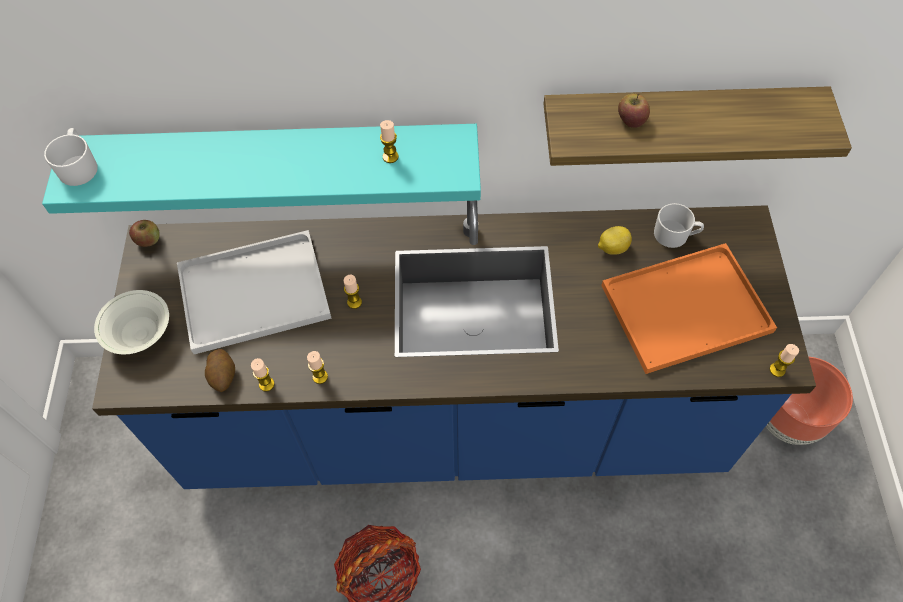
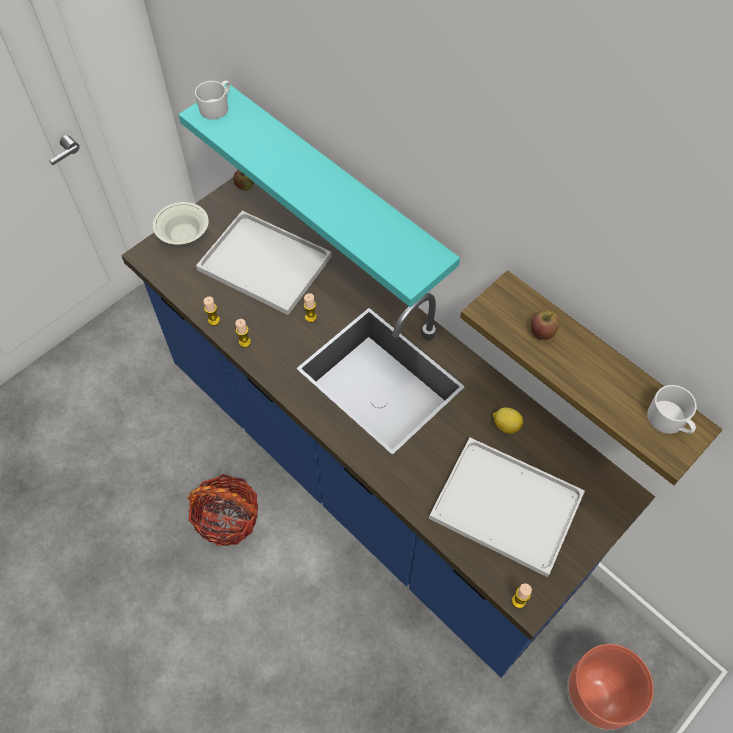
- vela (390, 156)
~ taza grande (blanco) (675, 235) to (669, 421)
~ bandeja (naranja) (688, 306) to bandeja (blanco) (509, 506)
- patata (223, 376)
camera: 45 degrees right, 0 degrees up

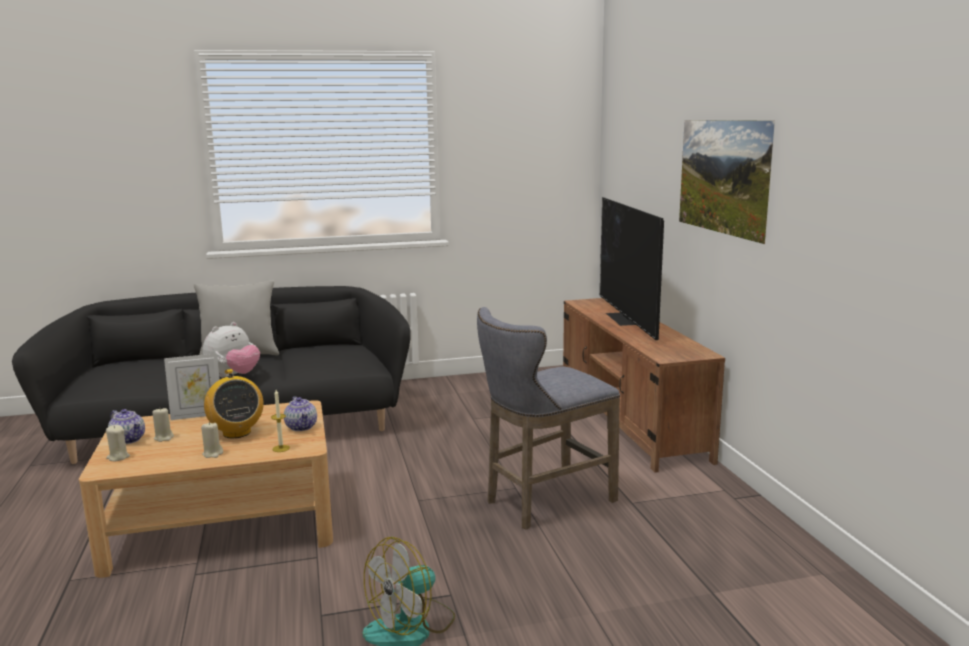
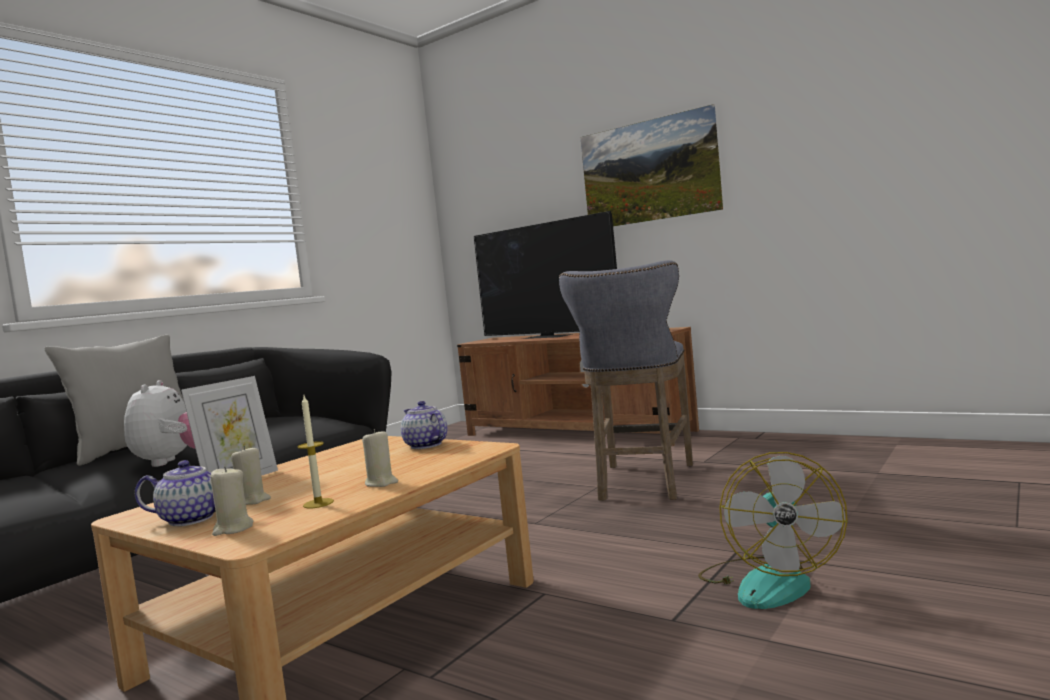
- radio (236, 432)
~ vela (281, 448) to (318, 503)
~ tetera (302, 427) = (425, 445) 150 degrees counterclockwise
camera: 40 degrees left, 10 degrees down

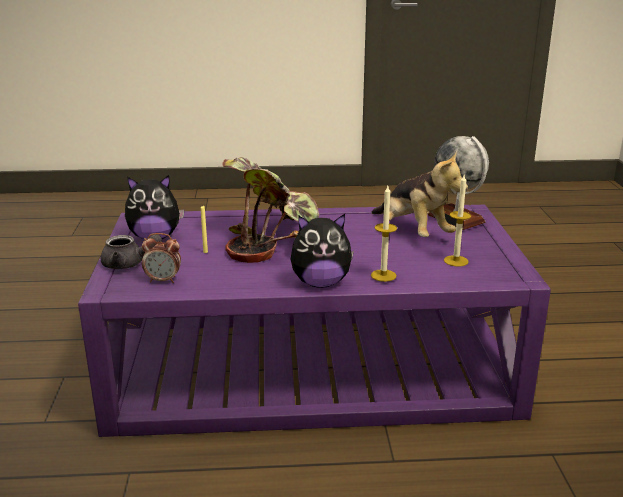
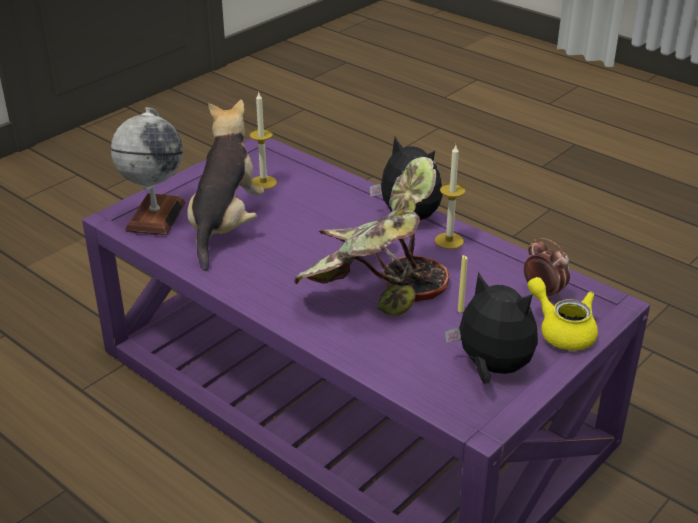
~ vela (383, 275) to (449, 241)
~ tetera (gris) (129, 264) to tetera (amarillo) (562, 331)
camera: 135 degrees left, 10 degrees up

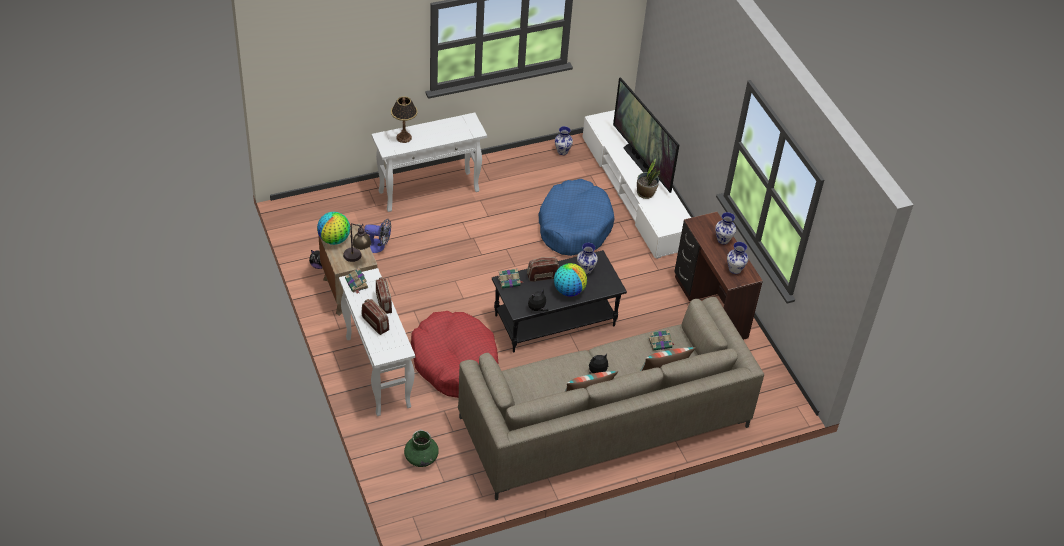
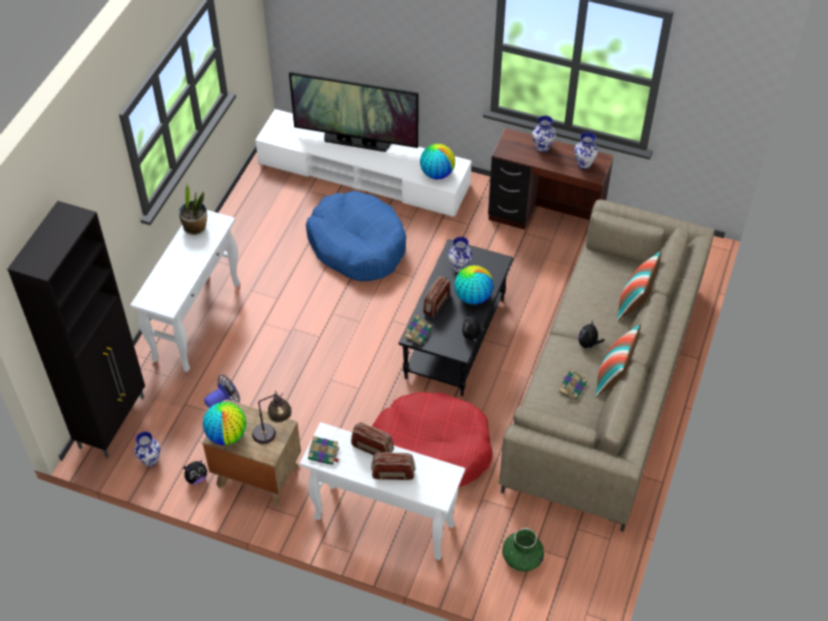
- lámpara de mesa (404, 137)
~ florero (563, 151) to (150, 459)
~ planta en maceta (646, 193) to (195, 227)
~ libro (660, 343) to (572, 387)
+ globo terráqueo (437, 173)
+ armario (negro) (113, 421)
camera: 45 degrees left, 5 degrees up

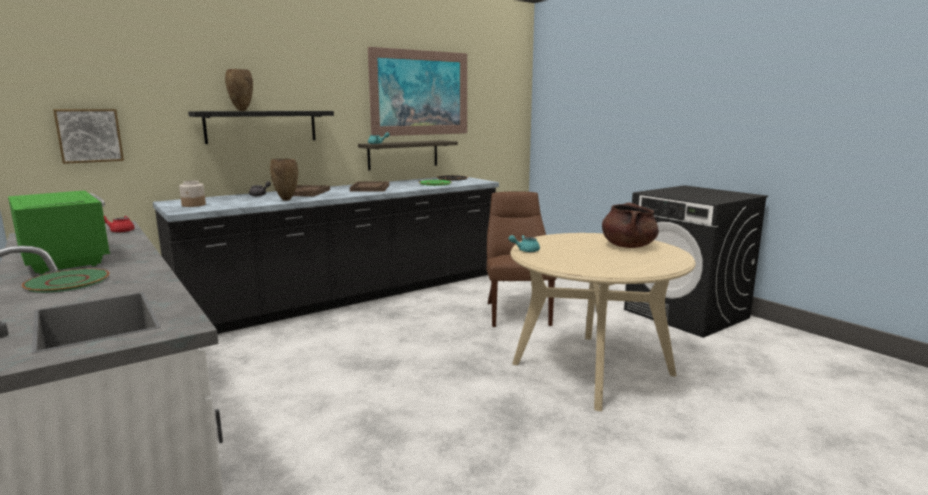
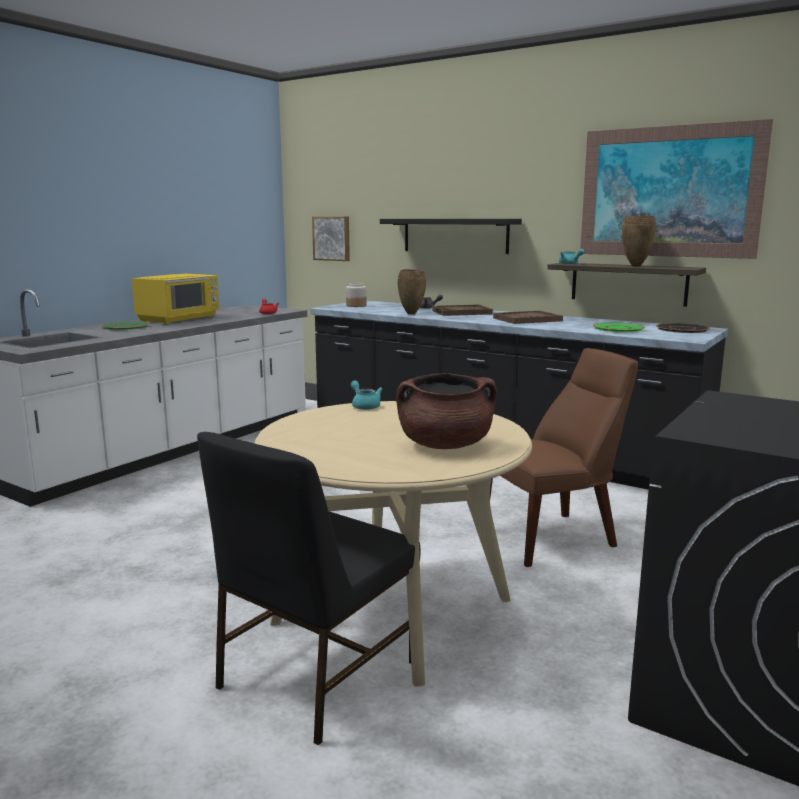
~ florero (marrón) (241, 111) to (635, 266)
~ microondas (verde) (65, 259) to microondas (amarillo) (180, 319)
+ silla (negro) (314, 676)
camera: 70 degrees right, 0 degrees up

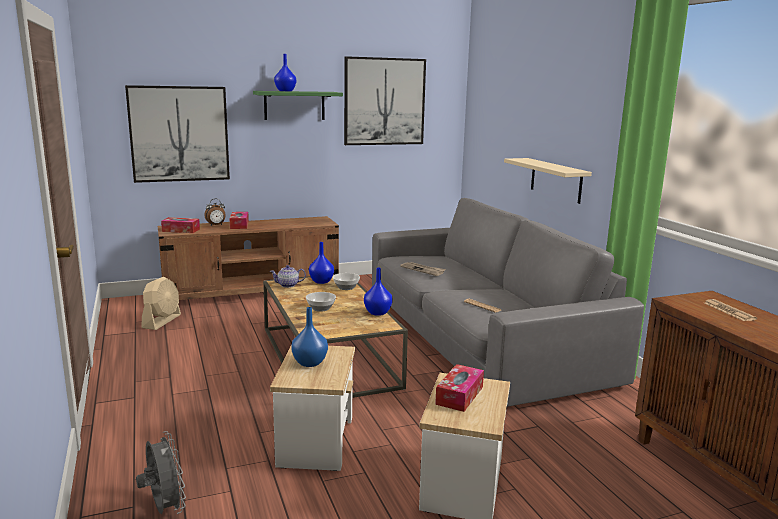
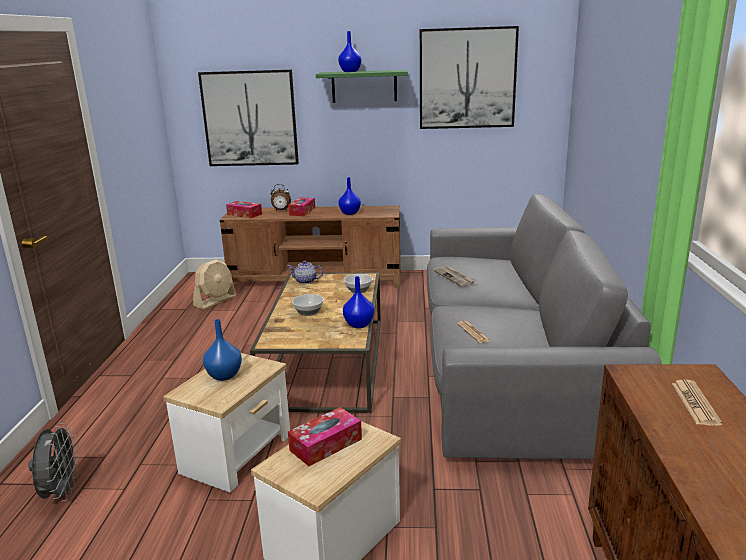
- estante (beis) (556, 180)
~ florero (azul) (321, 281) to (349, 213)
camera: 25 degrees right, 5 degrees up

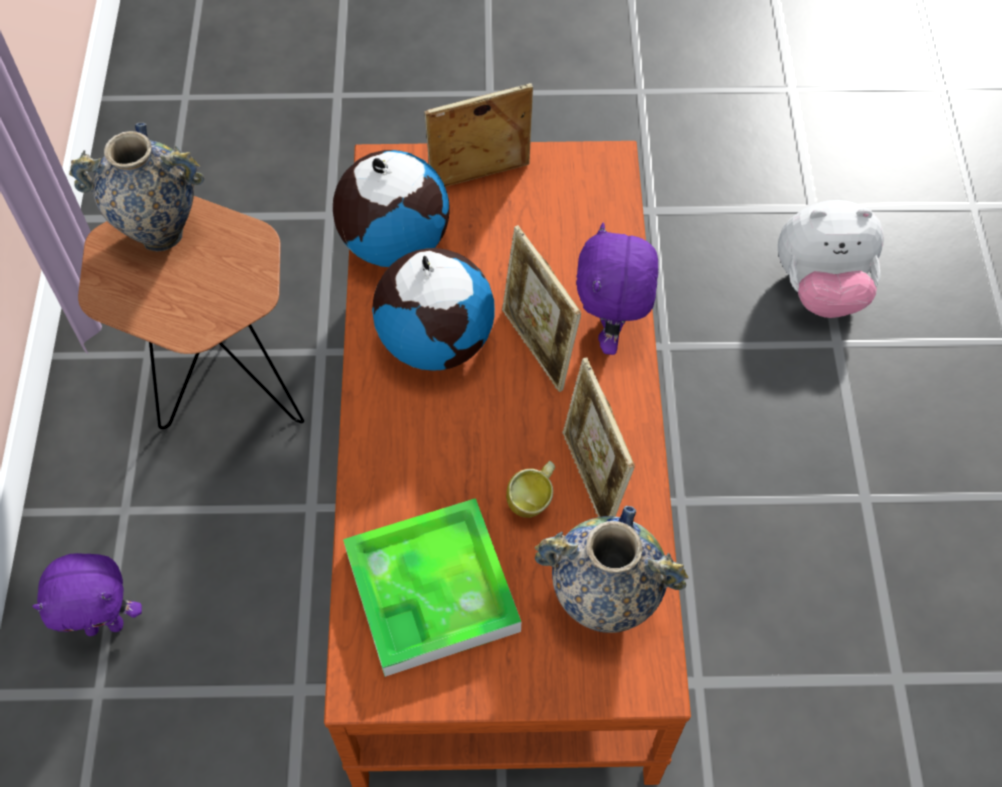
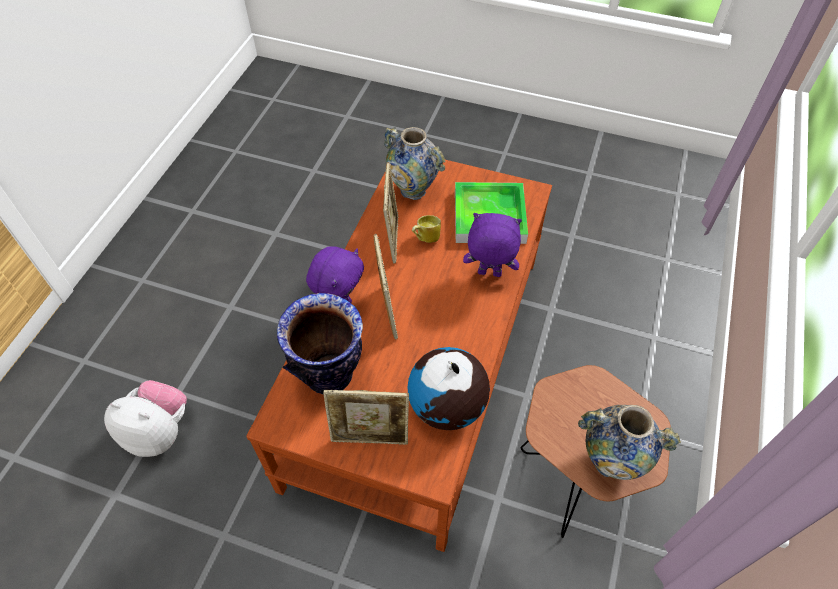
- globo terráqueo (436, 341)
~ peluche (morado) (105, 624) to (488, 274)
+ florero (330, 375)
camera: 160 degrees left, 5 degrees down

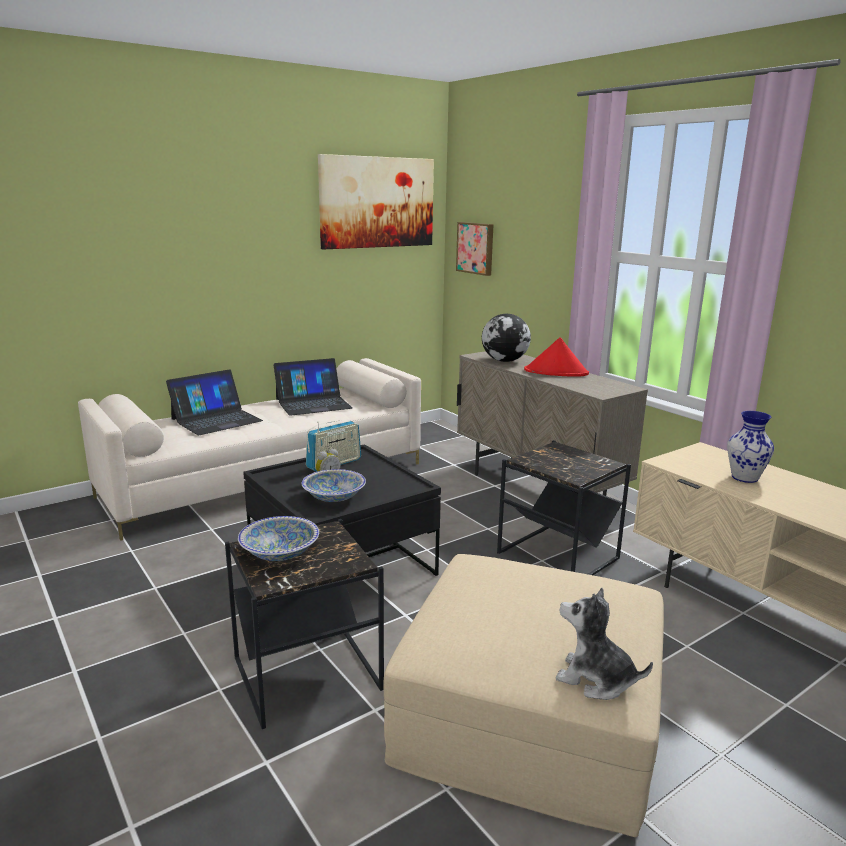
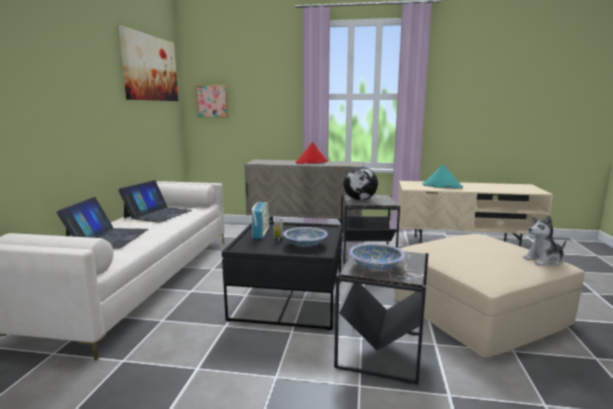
~ globo terráqueo (505, 361) to (360, 200)
~ florero (744, 477) to sombrero (turquesa) (442, 186)
camera: 45 degrees left, 5 degrees down

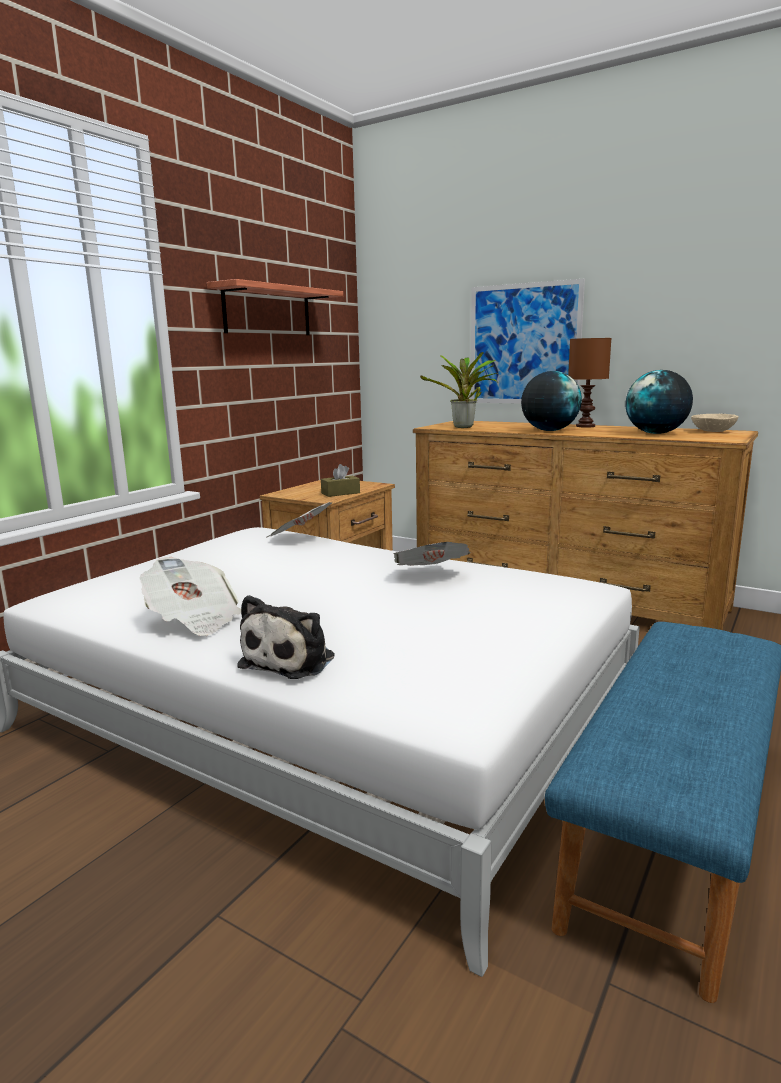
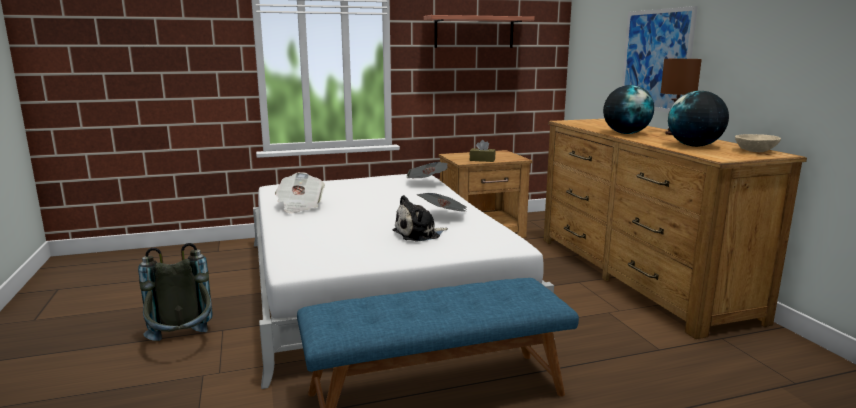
- planta en maceta (464, 427)
~ peluche (292, 660) to (419, 234)
+ mochila (gris) (182, 344)
camera: 40 degrees right, 0 degrees up

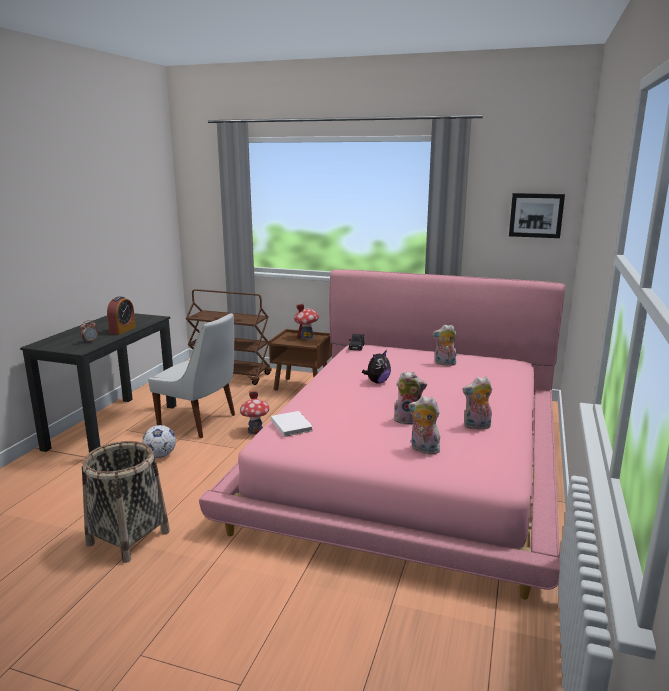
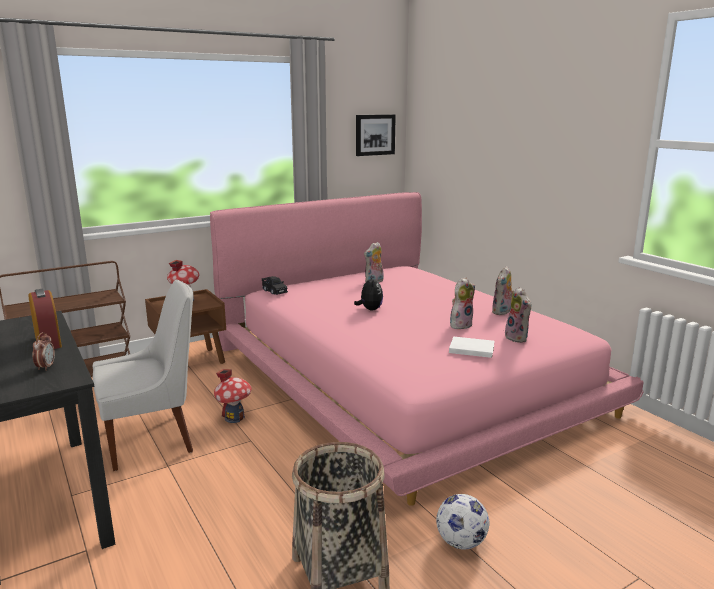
~ peluche (423, 449) = (518, 338) 90 degrees counterclockwise
~ libro (blanco) (291, 425) to (470, 348)
~ balón de fútbol (160, 455) to (461, 542)
camera: 50 degrees left, 0 degrees up

